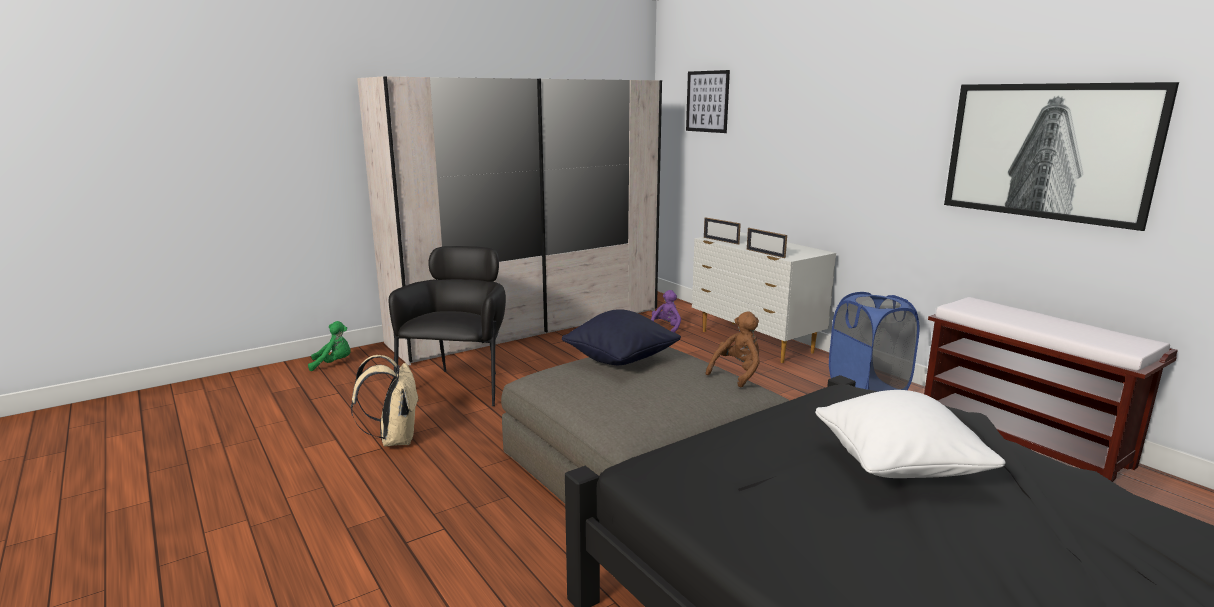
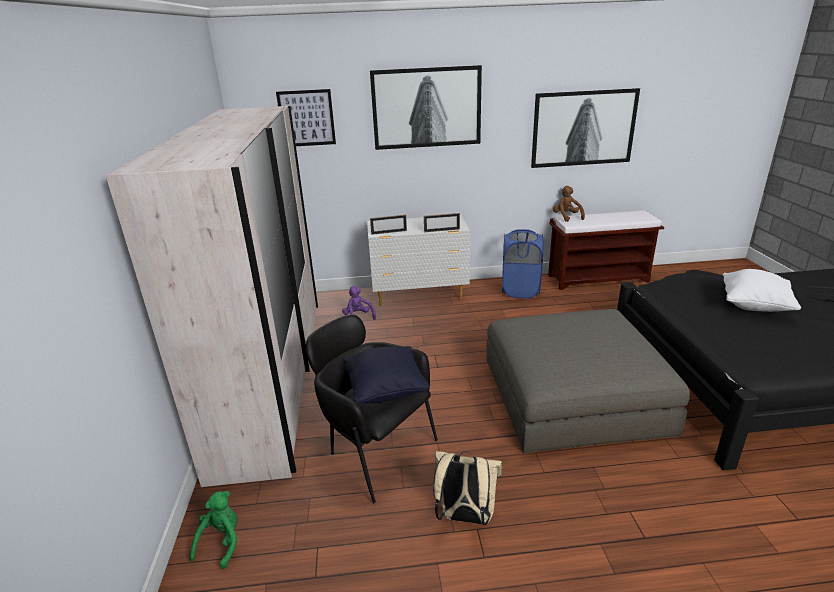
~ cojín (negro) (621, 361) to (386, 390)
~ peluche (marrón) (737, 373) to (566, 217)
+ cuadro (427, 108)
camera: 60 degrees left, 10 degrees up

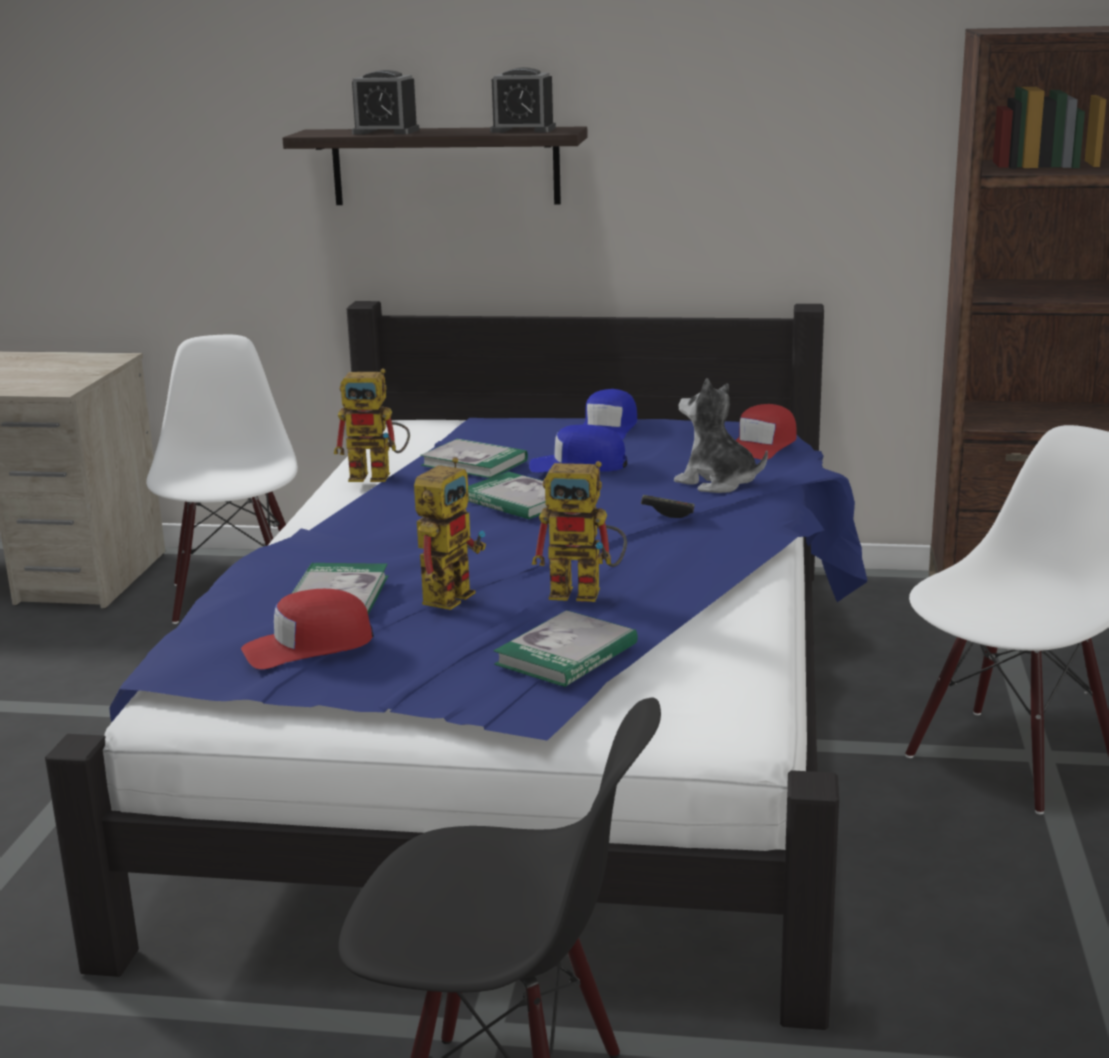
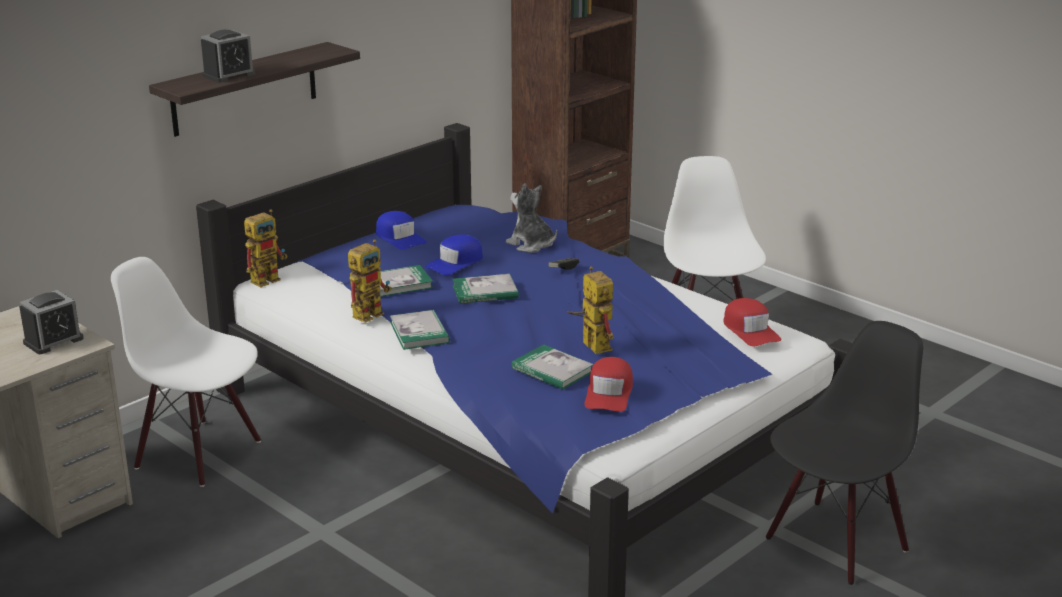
~ despertador (523, 130) to (53, 341)
~ peluche (717, 483) = (531, 245) 60 degrees clockwise
~ gorra (rojo) (762, 445) to (750, 330)
~ robot de juguete (587, 592) to (269, 278)
~ libro (566, 654) to (419, 332)
camera: 55 degrees left, 5 degrees up

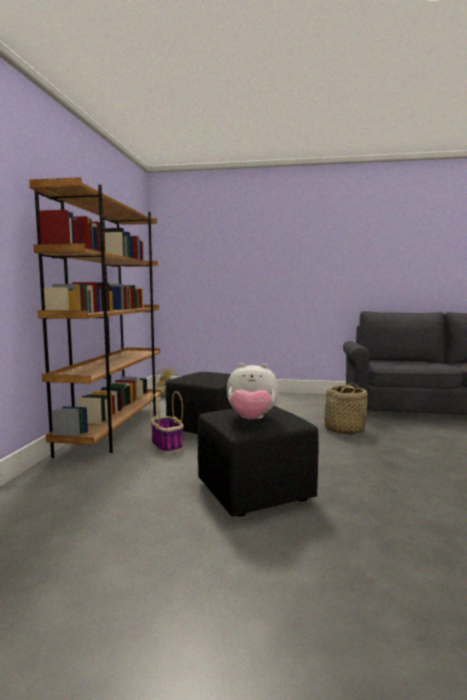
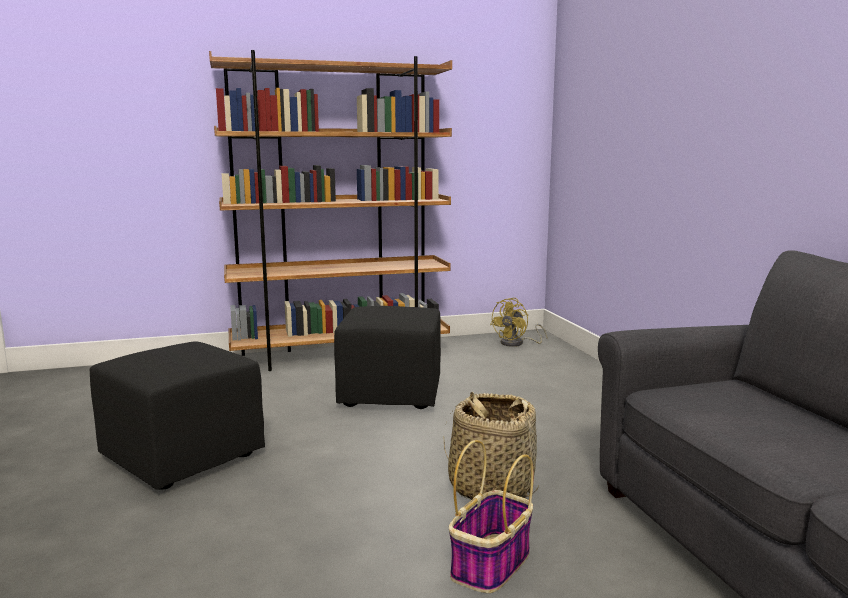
- peluche (251, 419)
~ cesta (167, 445) to (490, 565)
camera: 65 degrees right, 5 degrees up

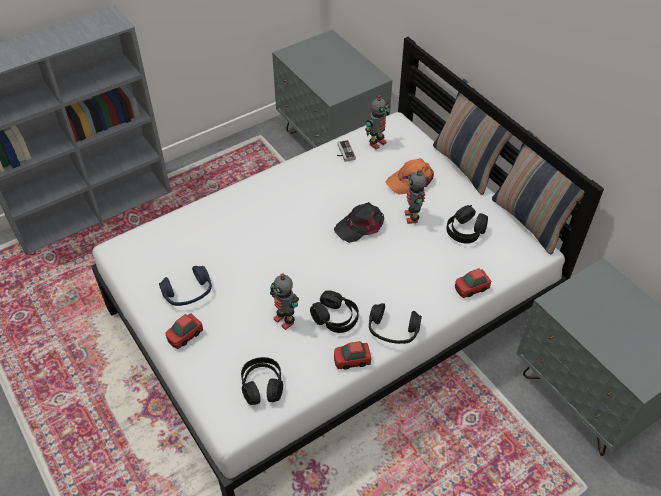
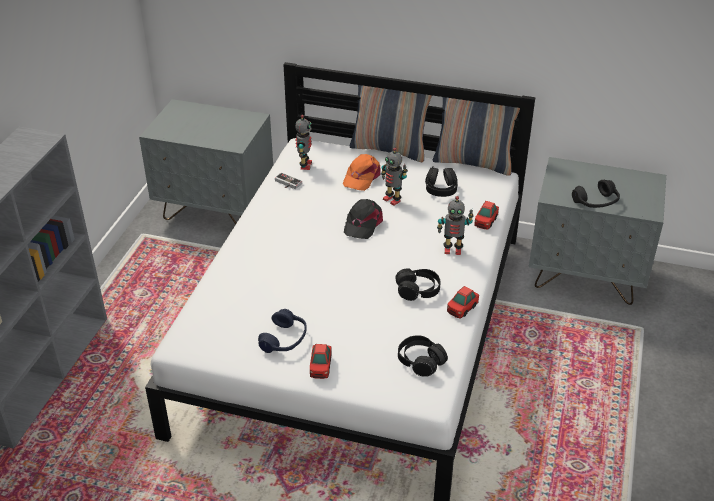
~ robot de juguete (285, 320) to (452, 250)
~ auriculares (negro) (393, 330) to (596, 202)
camera: 40 degrees left, 10 degrees down

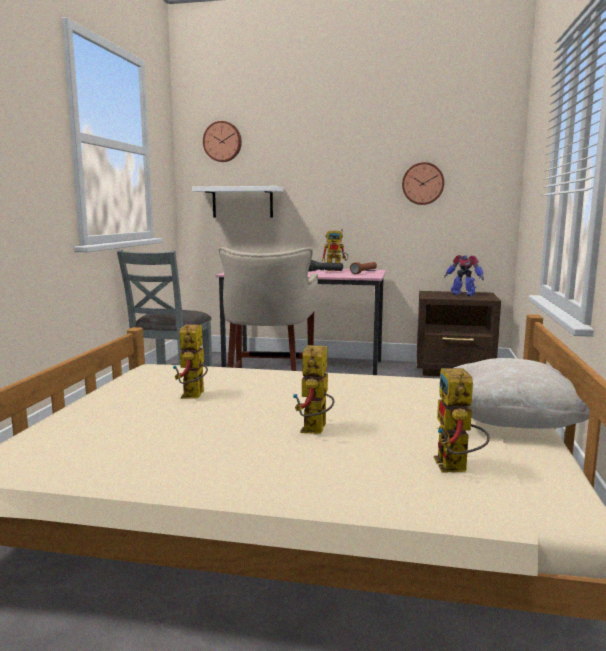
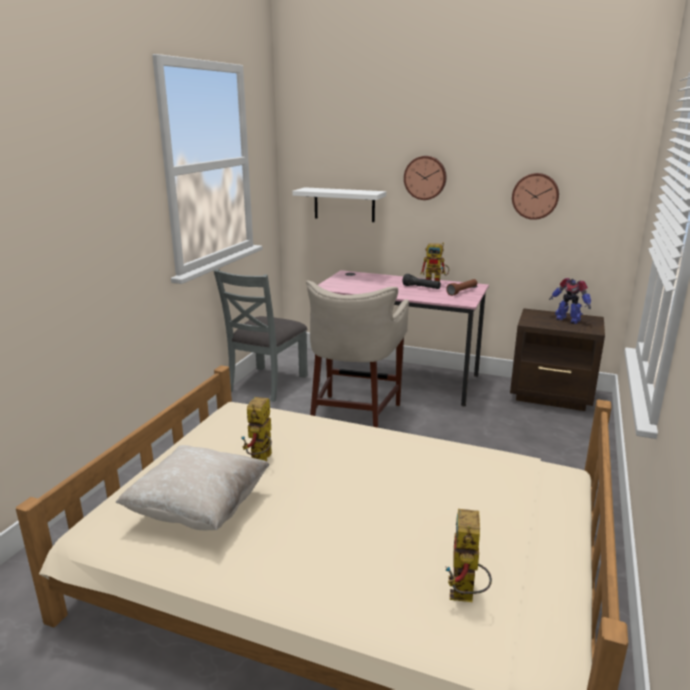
~ reloj de pared (222, 141) to (425, 177)
- robot de juguete (315, 431)
~ cojín (beis) (511, 423) to (199, 510)
camera: 10 degrees right, 10 degrees up

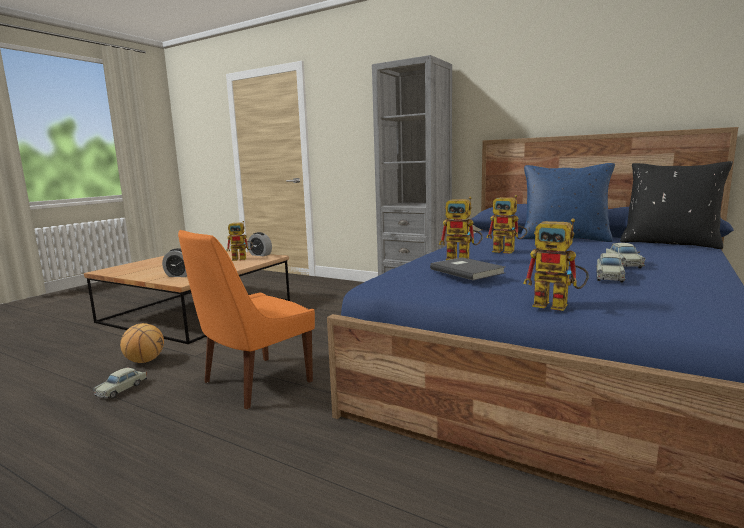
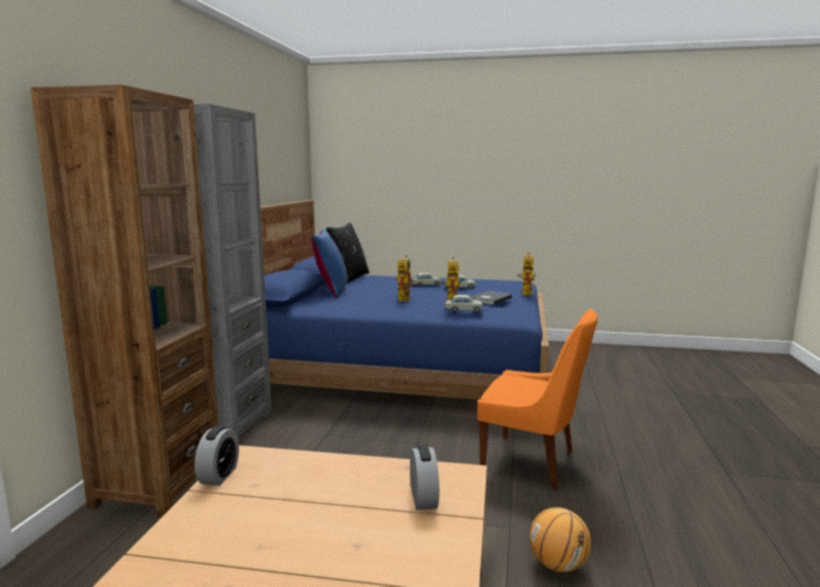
- robot de juguete (242, 259)
~ coche de juguete (beis) (122, 389) to (463, 310)
+ estantería (marrón) (158, 484)
camera: 110 degrees left, 0 degrees up

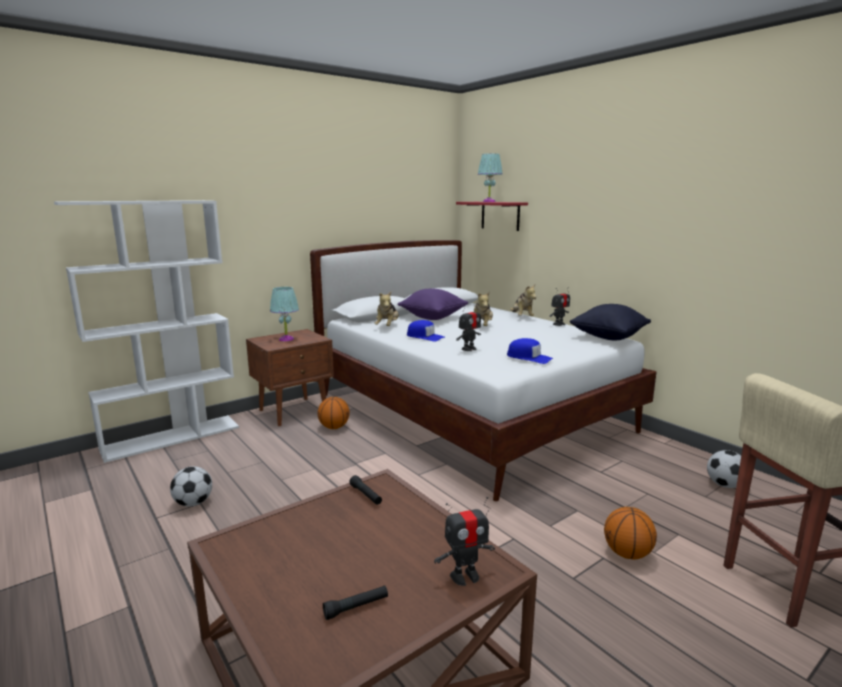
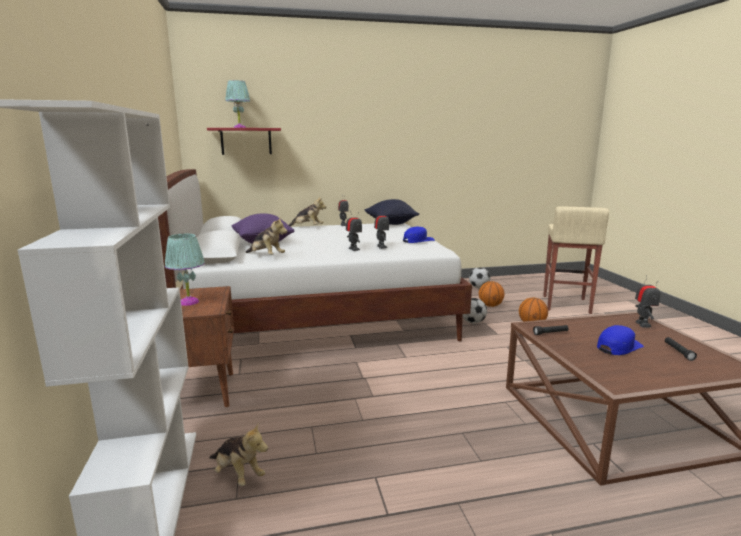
~ peluche (482, 326) to (238, 474)
~ gorra (azul) (425, 337) to (618, 347)
~ balón de baloncesto (334, 427) to (490, 305)
~ balón de fútbol (193, 503) to (473, 322)
+ robot de juguete (354, 249)
camera: 65 degrees left, 0 degrees up

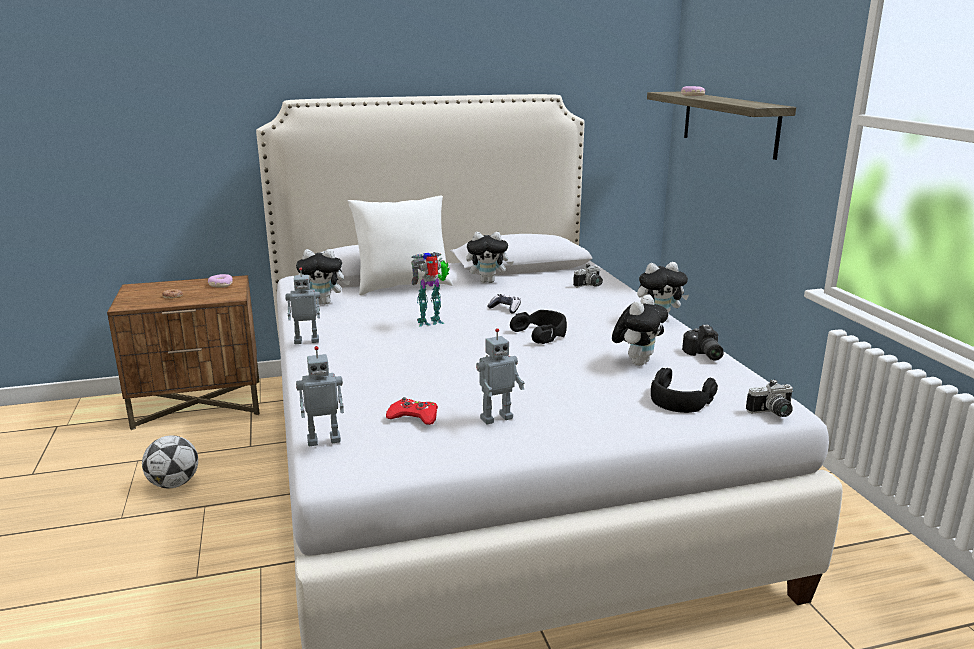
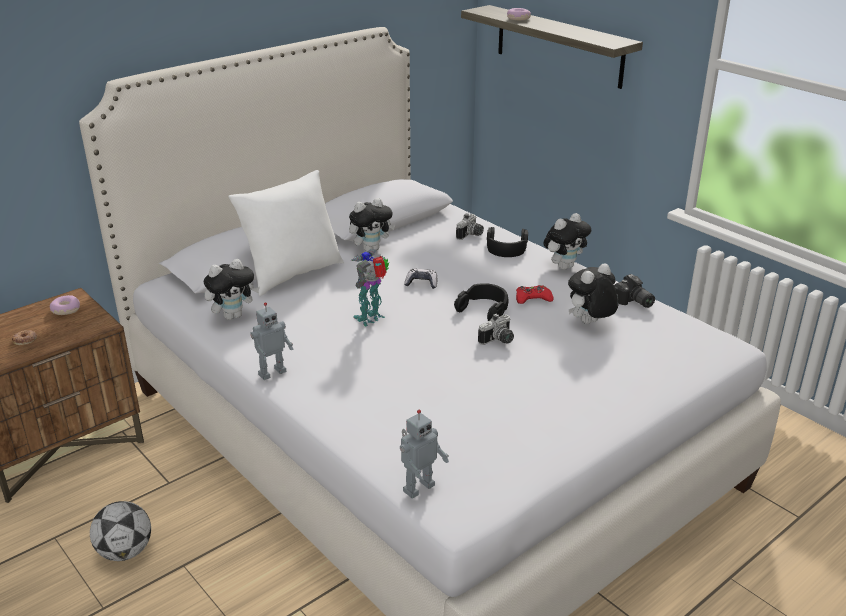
~ peluche (637, 362) = (590, 323) 135 degrees counterclockwise
- robot de juguete (495, 418)
~ auriculares (negro) (680, 399) to (506, 247)
~ cámara (772, 413) to (498, 340)
~ mando de consola (rojo) (414, 417) to (533, 298)
camera: 25 degrees left, 10 degrees up

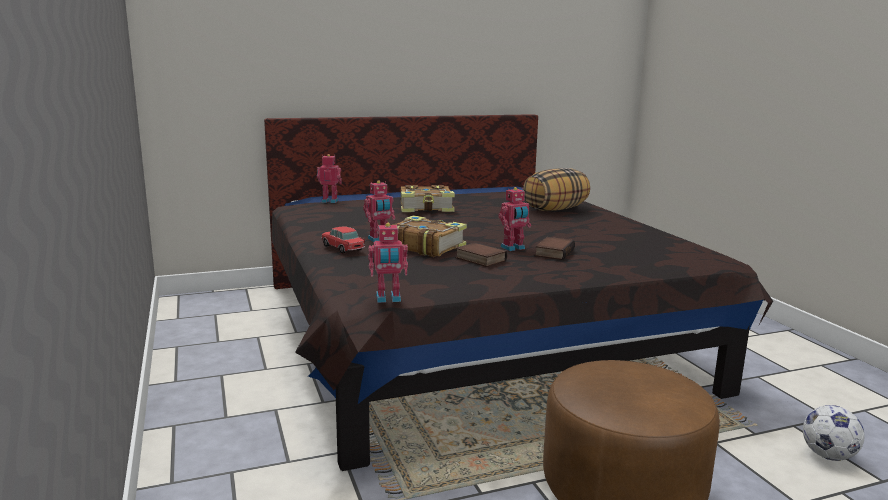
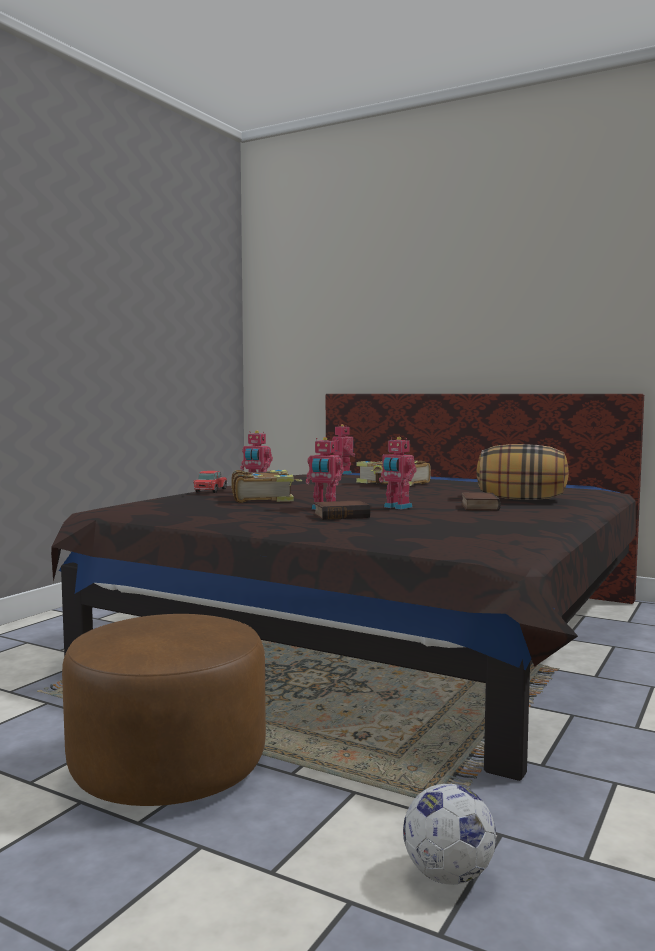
~ robot de juguete (388, 299) to (397, 507)
~ libro (479, 259) to (478, 507)
camera: 50 degrees right, 10 degrees down

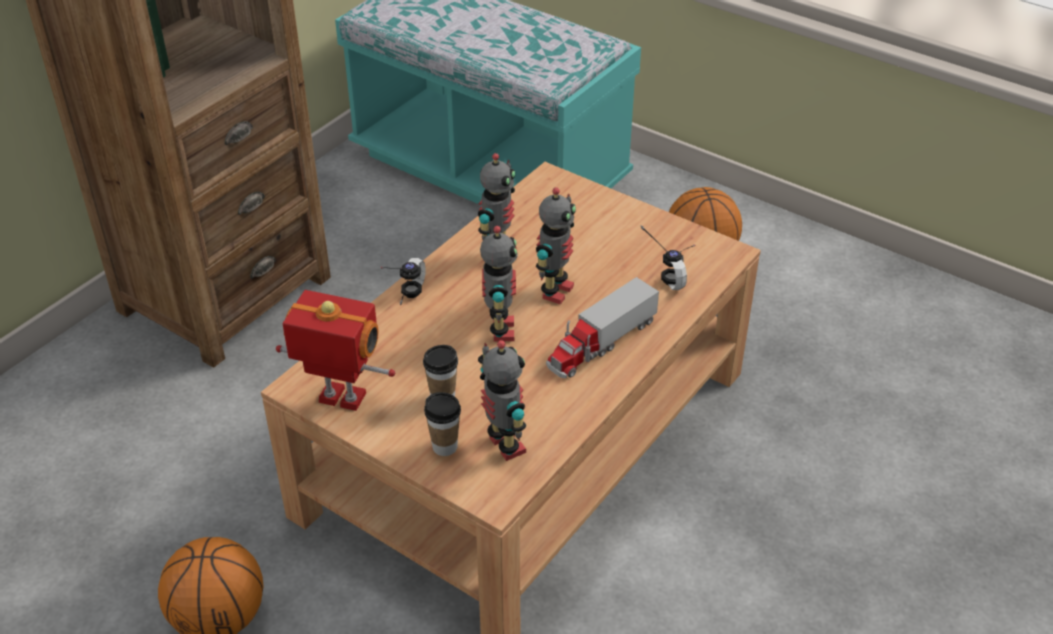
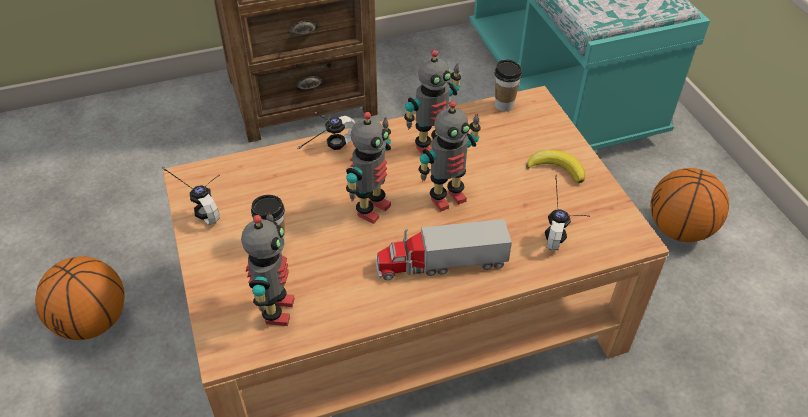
~ robot de juguete (341, 400) to auriculares (205, 204)
~ taza (445, 446) to (504, 105)
+ plátano (556, 169)
camera: 35 degrees right, 5 degrees up

